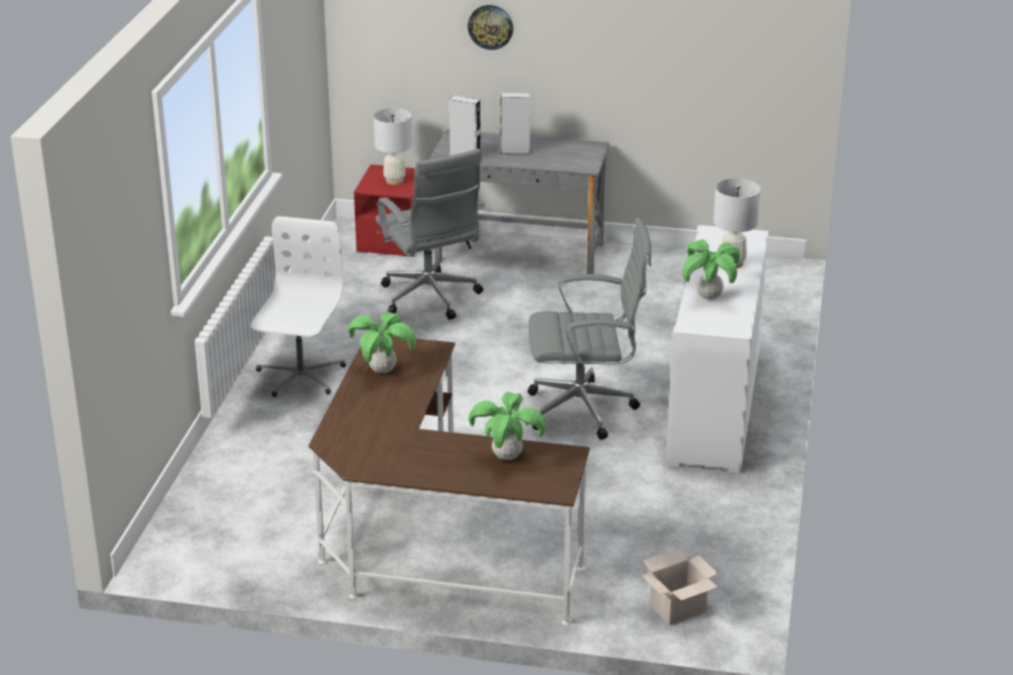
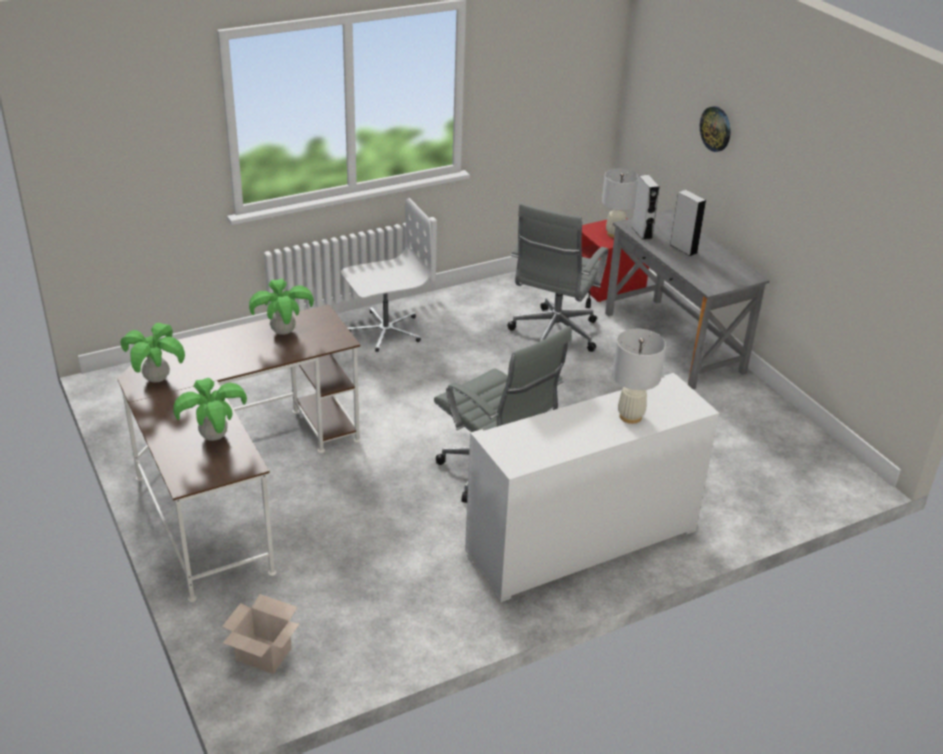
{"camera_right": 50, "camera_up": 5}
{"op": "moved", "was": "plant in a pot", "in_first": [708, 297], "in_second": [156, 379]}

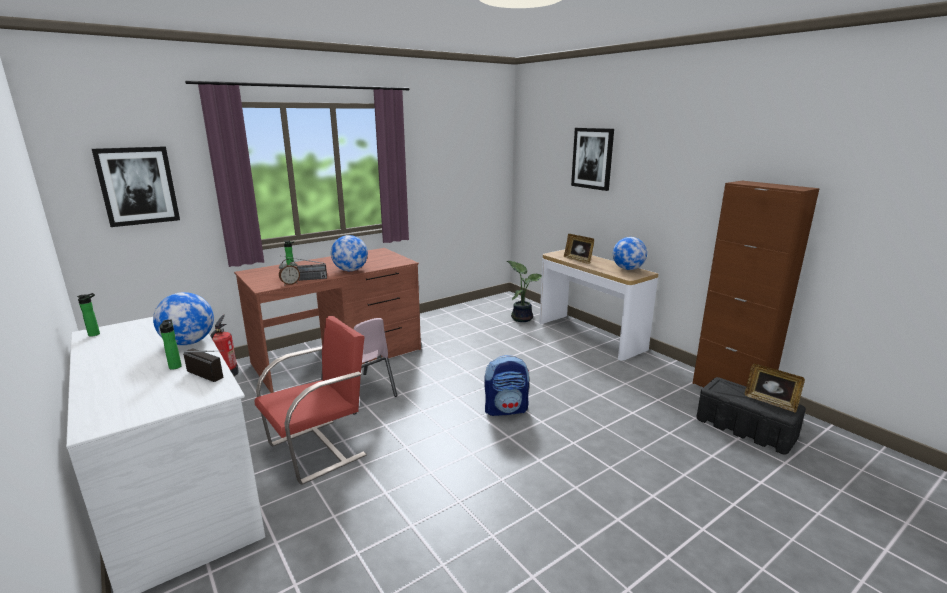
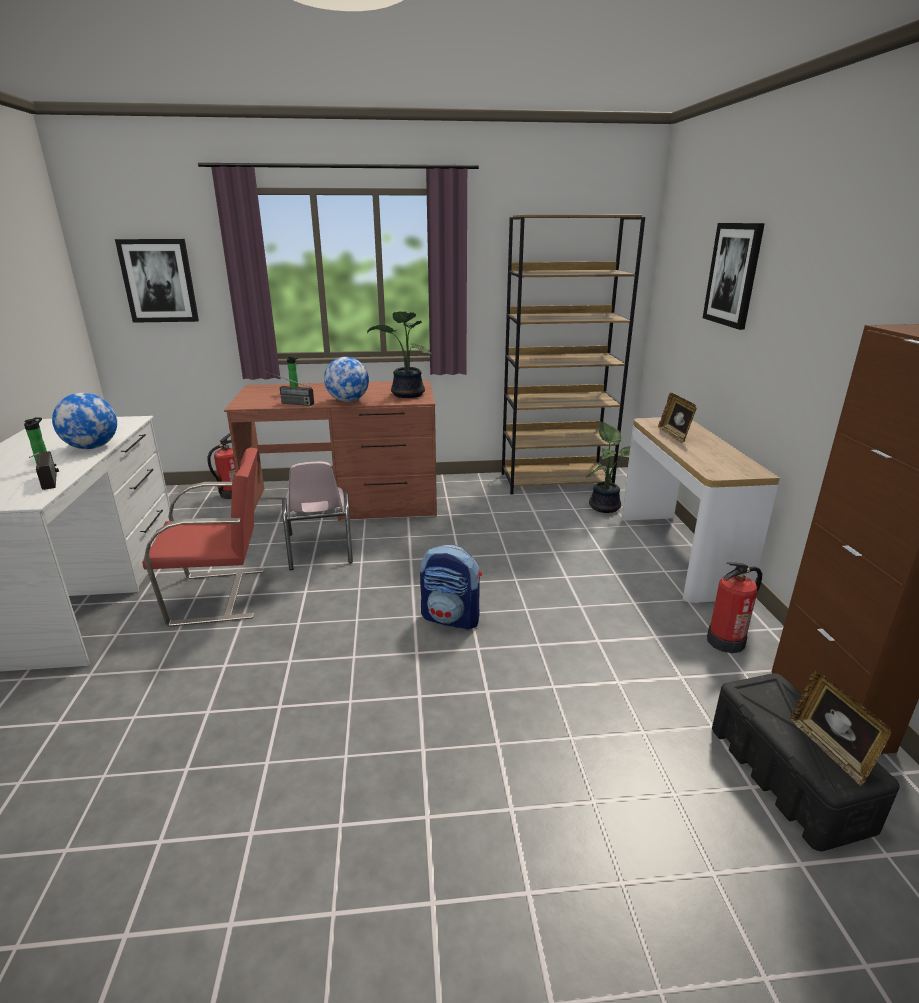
{"camera_right": 30, "camera_up": 5}
{"op": "removed", "was": "drink bottle", "in_first": [96, 334]}
{"op": "removed", "was": "table clock", "in_first": [290, 284]}
{"op": "removed", "was": "desk globe", "in_first": [628, 269]}
{"op": "added", "now": "plant in a pot", "in_second": [406, 395]}
{"op": "added", "now": "shelving unit/brown-coloured", "in_second": [556, 481]}
{"op": "added", "now": "extinguisher", "in_second": [726, 641]}

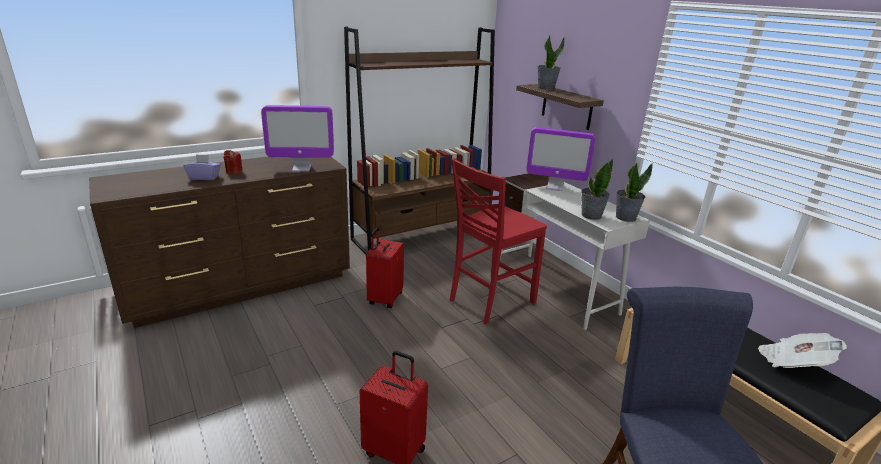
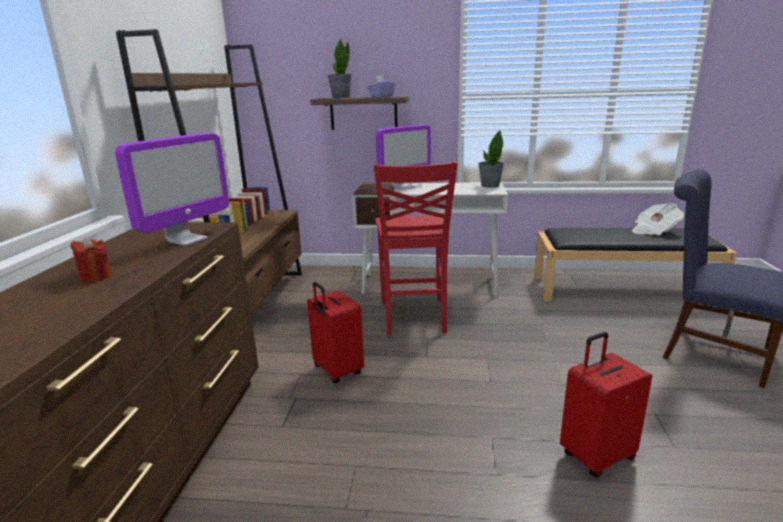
{"camera_right": -50, "camera_up": -5}
{"op": "moved", "was": "tissue box/purplish", "in_first": [204, 177], "in_second": [381, 96]}
{"op": "removed", "was": "plant in a pot", "in_first": [591, 215]}

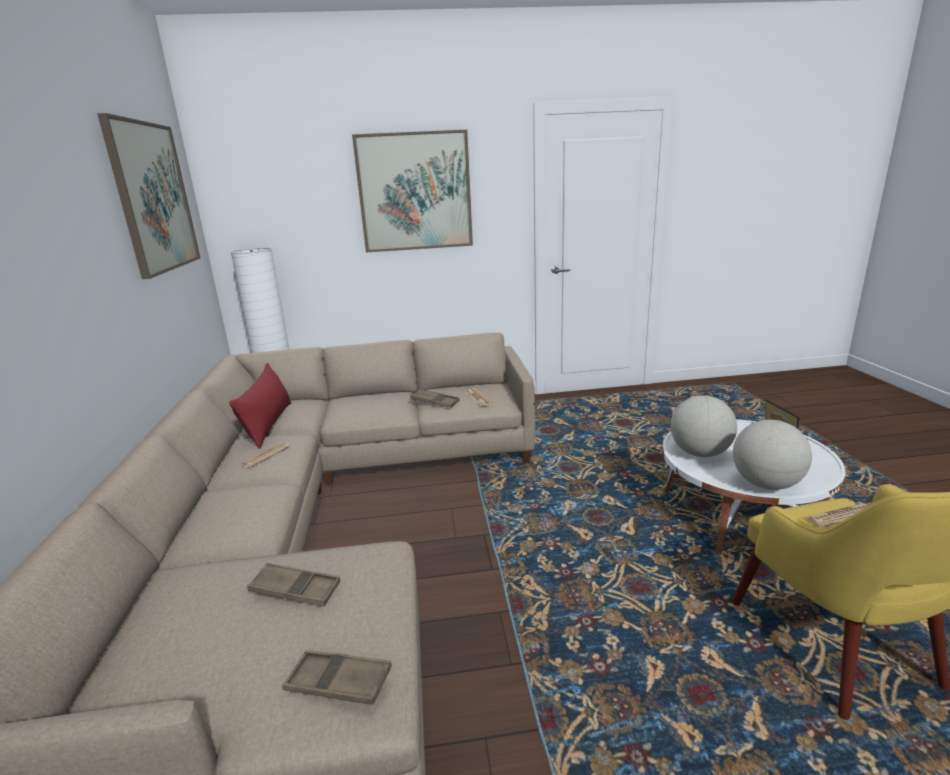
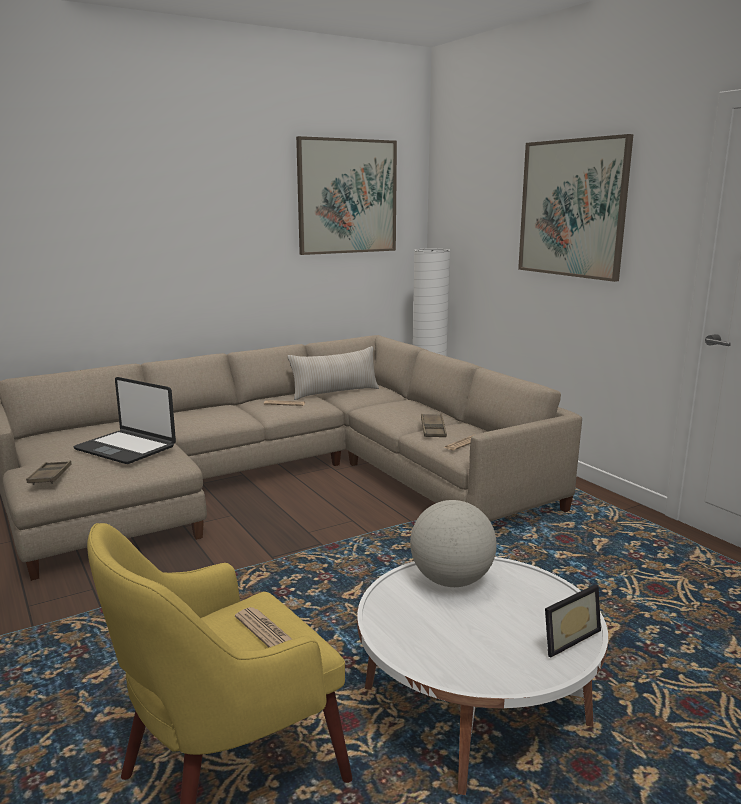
{"camera_right": 65, "camera_up": -5}
{"op": "recoloured", "was": "cushion/red", "now": "cushion/sand-coloured", "in_first": [268, 425], "in_second": [335, 392]}
{"op": "replaced", "was": "serving tray/brown-coloured", "now": "laptop", "in_first": [295, 589], "in_second": [126, 448]}
{"op": "removed", "was": "desk globe", "in_first": [765, 484]}

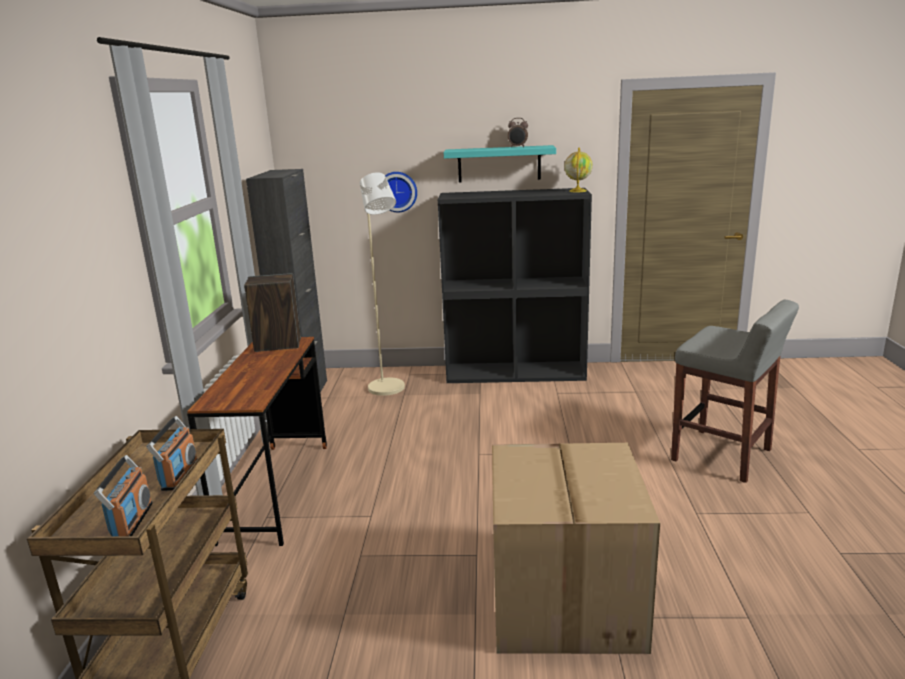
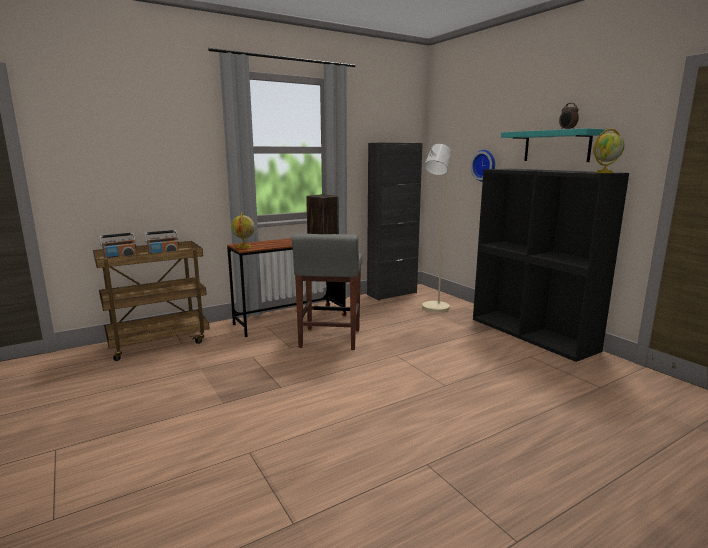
{"camera_right": 55, "camera_up": -5}
{"op": "removed", "was": "carton", "in_first": [562, 598]}
{"op": "moved", "was": "stool/greyish", "in_first": [723, 456], "in_second": [329, 339]}
{"op": "added", "now": "desk globe", "in_second": [244, 247]}

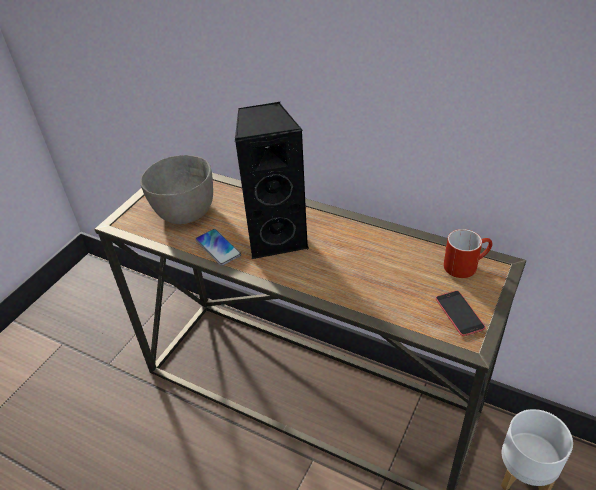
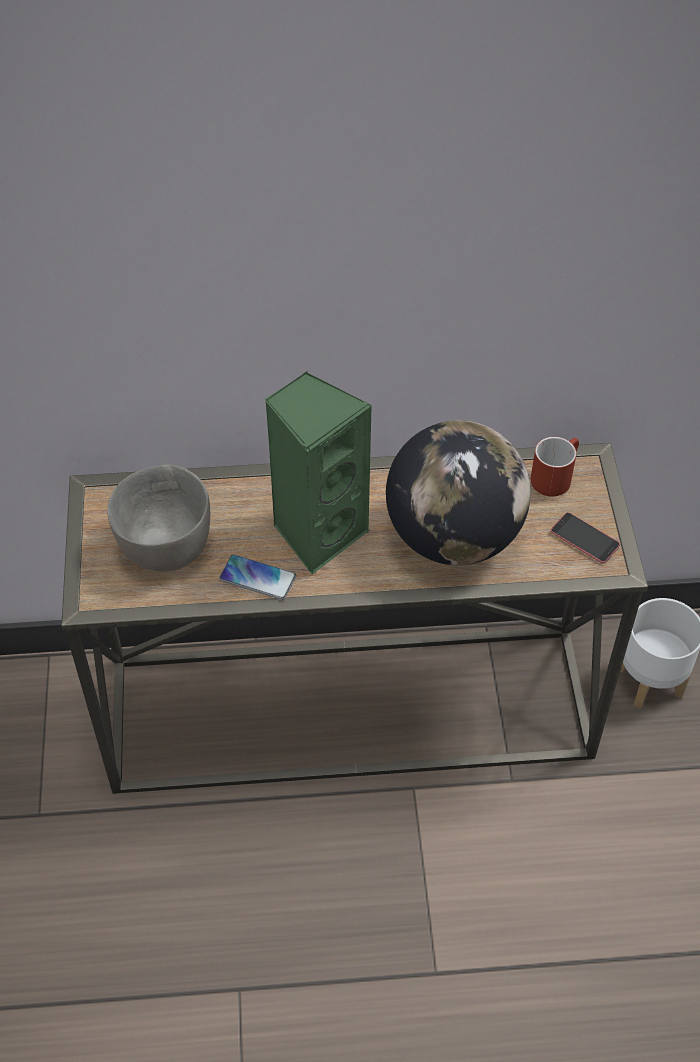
{"camera_right": -35, "camera_up": 10}
{"op": "recoloured", "was": "speaker/blackish", "now": "speaker/green", "in_first": [276, 238], "in_second": [318, 532]}
{"op": "added", "now": "desk globe", "in_second": [453, 537]}

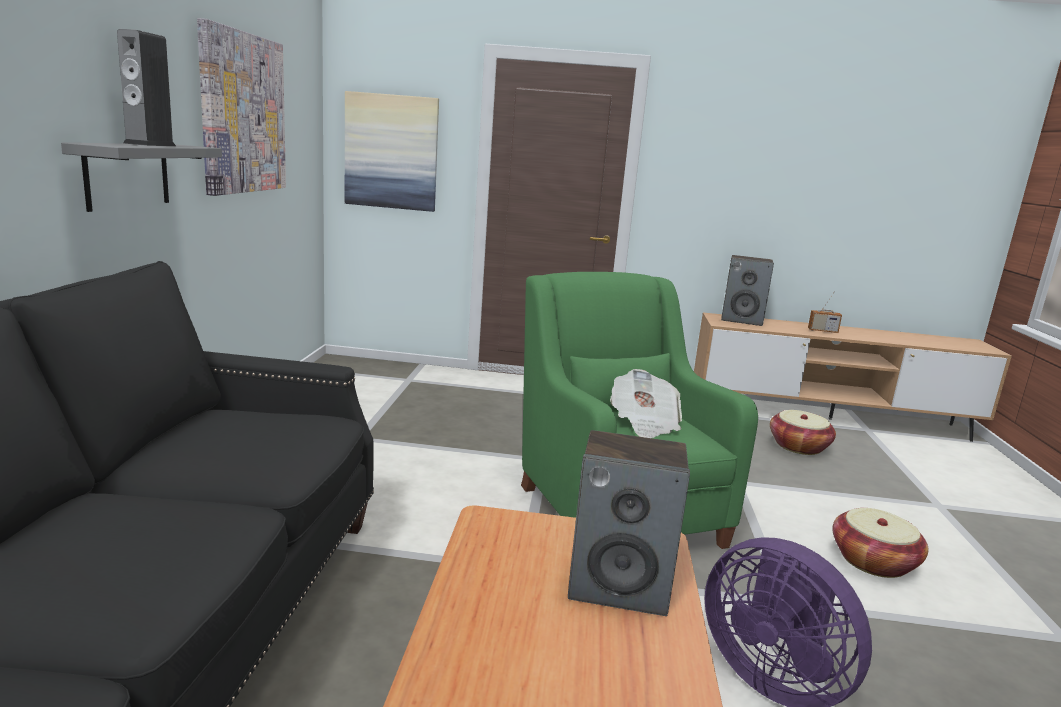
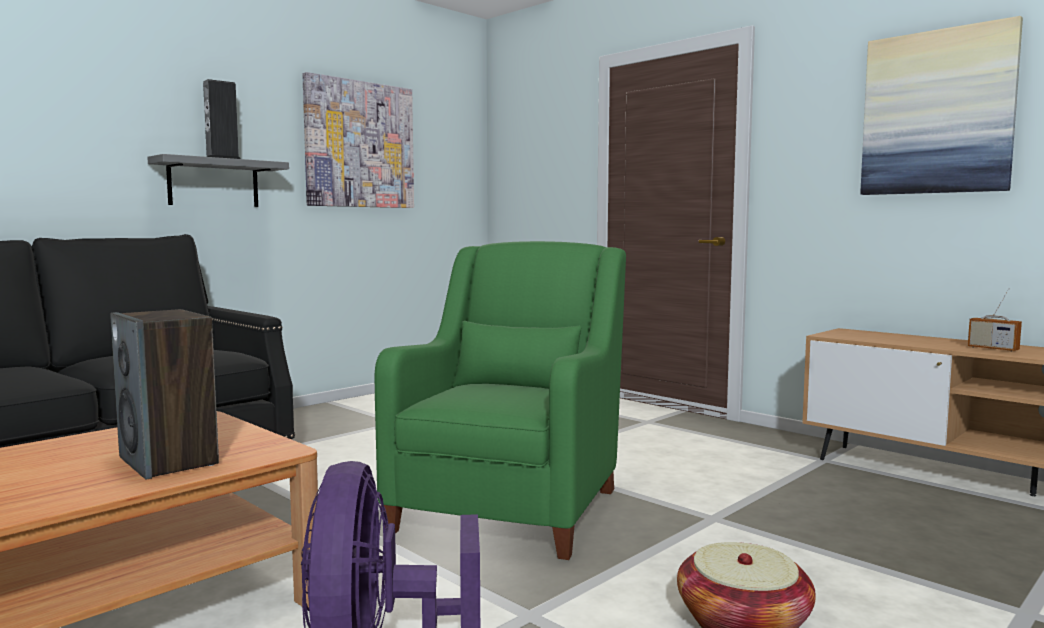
{"camera_right": 40, "camera_up": -10}
{"op": "moved", "was": "wall picture", "in_first": [391, 152], "in_second": [937, 113]}
{"op": "removed", "was": "daily paper", "in_first": [644, 423]}
{"op": "removed", "was": "speaker", "in_first": [742, 320]}
{"op": "removed", "was": "storage basket", "in_first": [798, 446]}

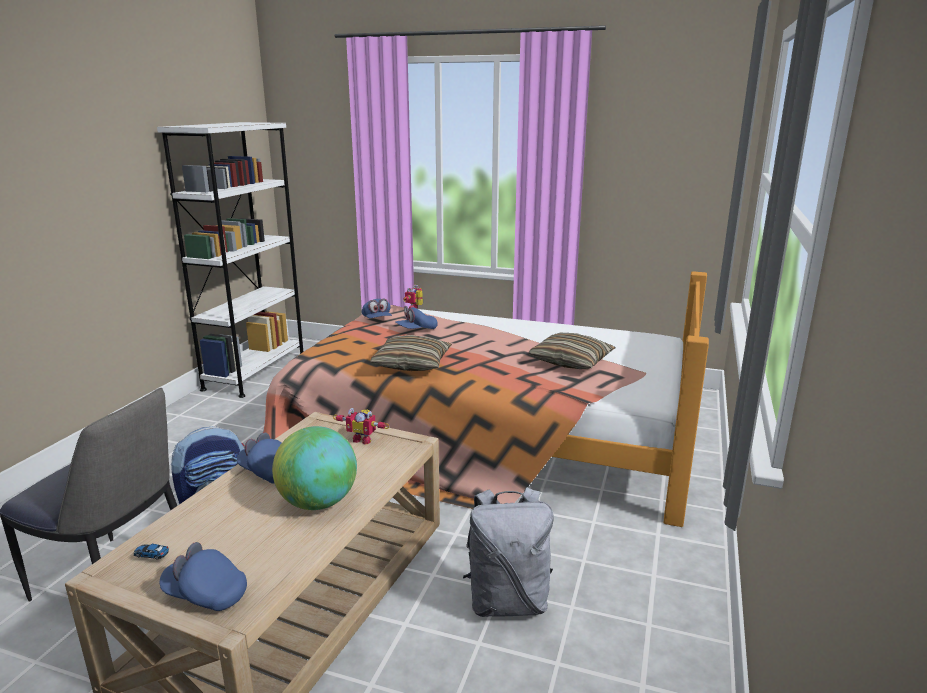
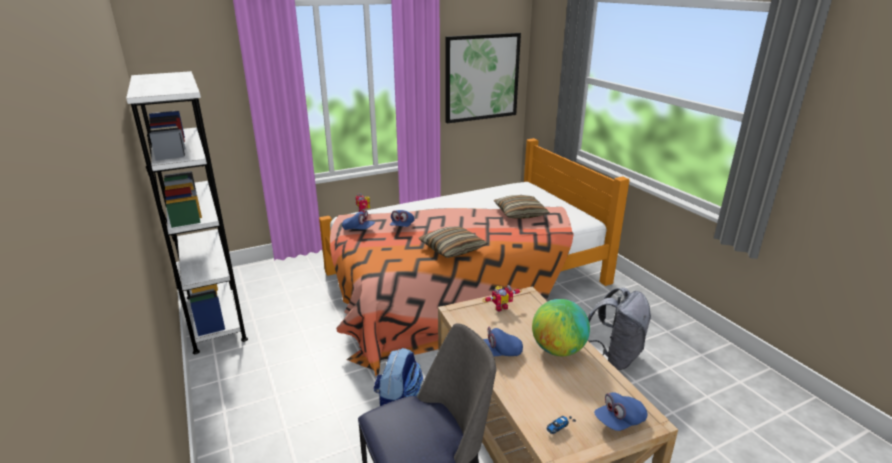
{"camera_right": -45, "camera_up": 5}
{"op": "added", "now": "wall picture", "in_second": [482, 77]}

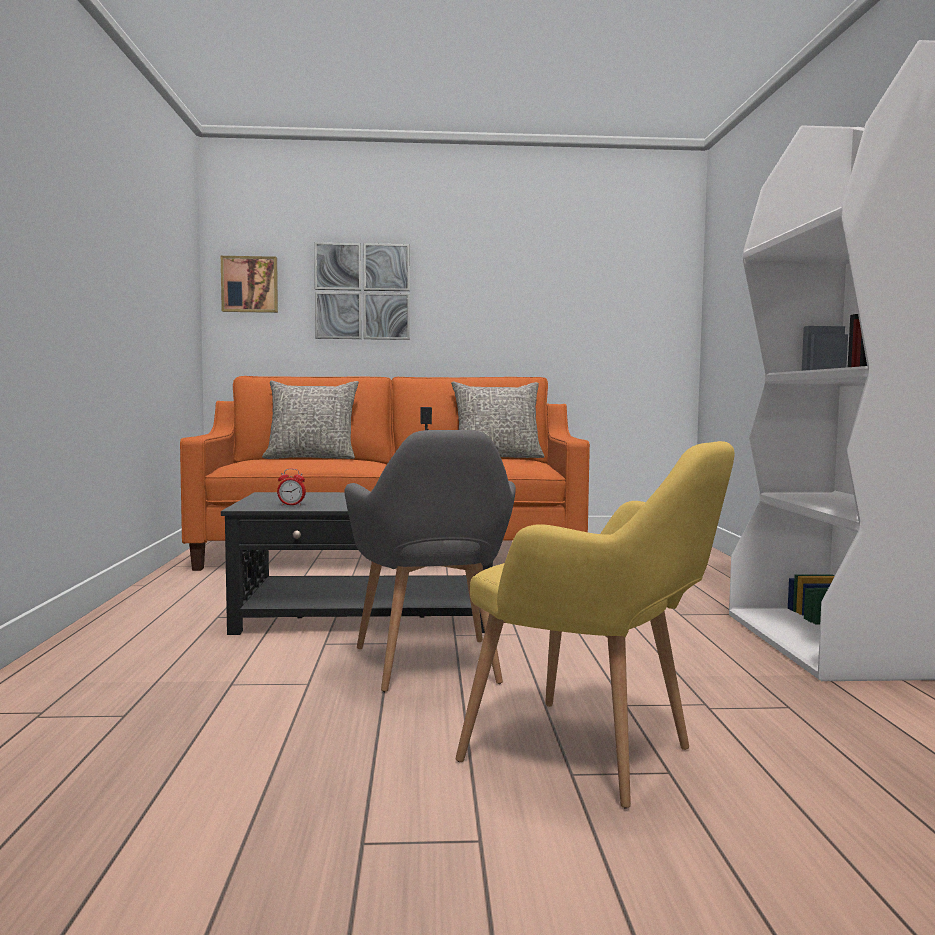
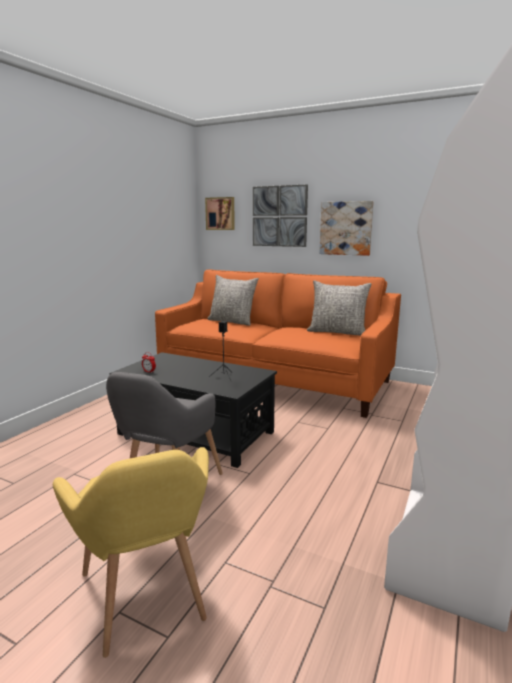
{"camera_right": 30, "camera_up": 10}
{"op": "added", "now": "wall picture", "in_second": [346, 228]}

